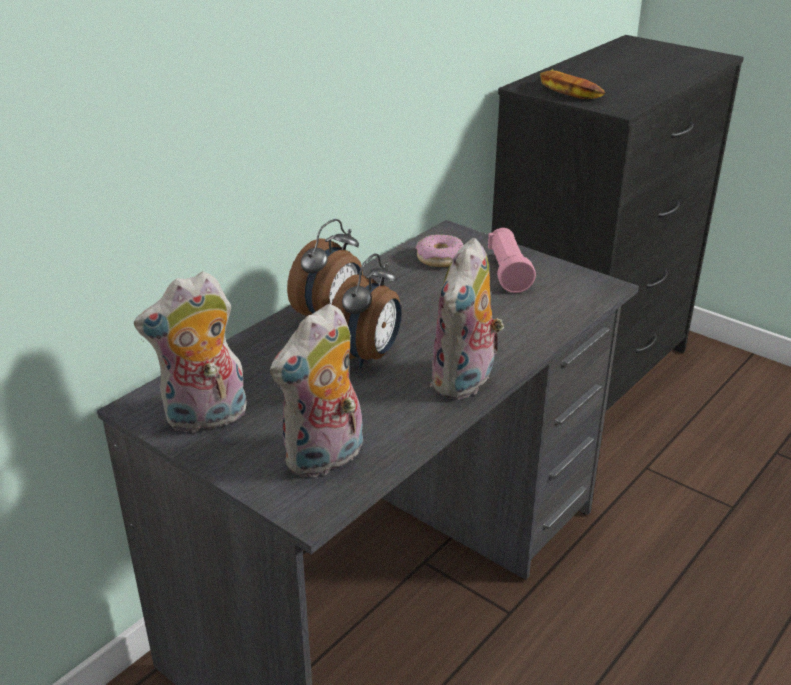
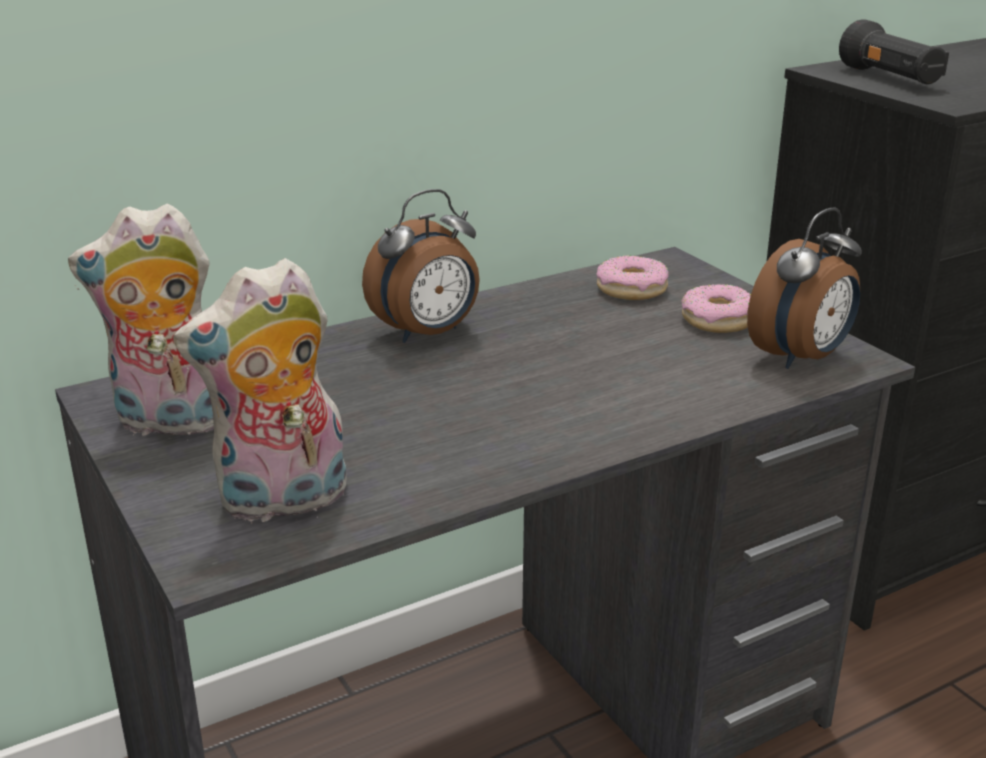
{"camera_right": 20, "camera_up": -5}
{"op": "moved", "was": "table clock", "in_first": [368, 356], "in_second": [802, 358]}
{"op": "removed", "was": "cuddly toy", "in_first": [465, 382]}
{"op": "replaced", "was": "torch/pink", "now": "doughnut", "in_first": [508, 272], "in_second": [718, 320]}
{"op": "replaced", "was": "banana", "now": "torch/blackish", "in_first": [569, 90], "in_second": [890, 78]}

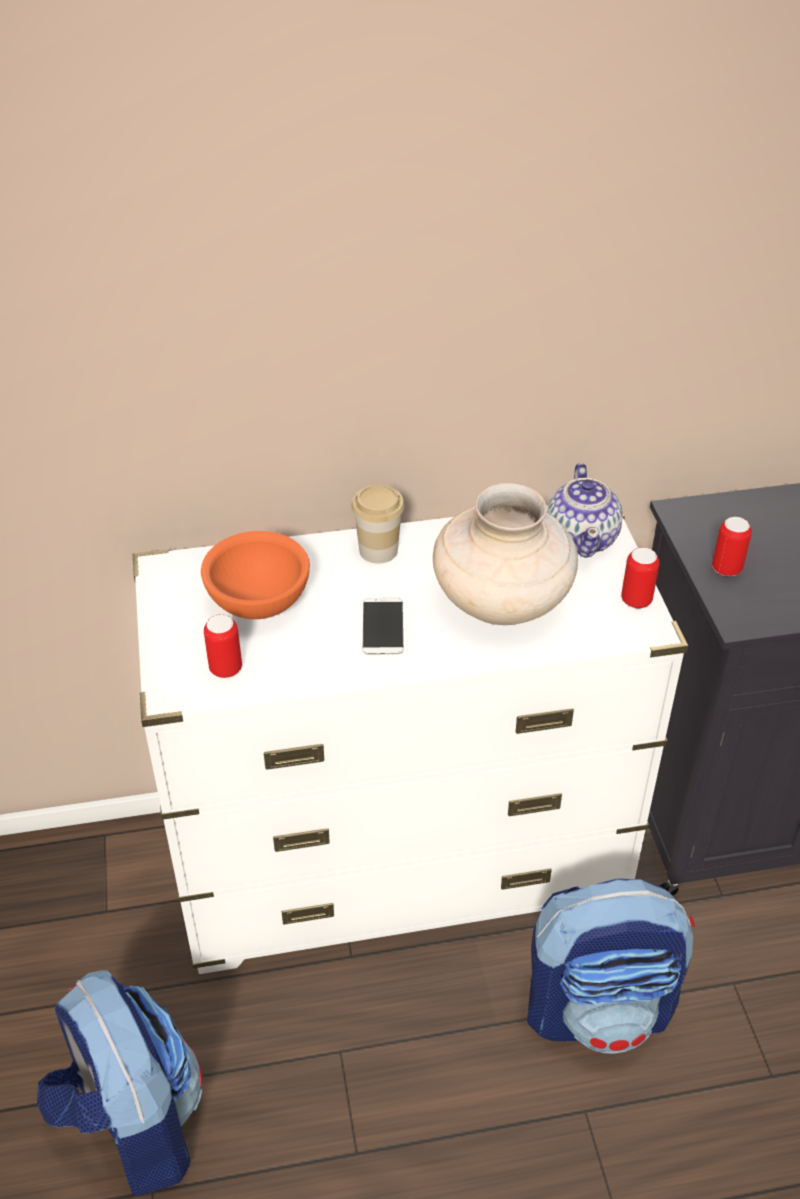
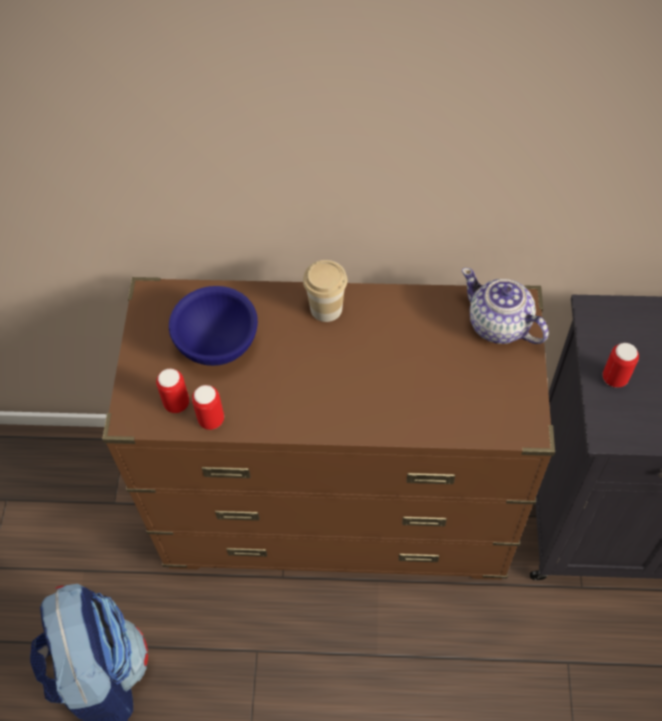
{"camera_right": 15, "camera_up": 15}
{"op": "recoloured", "was": "chest of drawers/white-coloured", "now": "chest of drawers/brown-coloured", "in_first": [400, 863], "in_second": [337, 508]}
{"op": "recoloured", "was": "bowl/orange", "now": "bowl/bluish", "in_first": [258, 604], "in_second": [216, 345]}
{"op": "removed", "was": "handset", "in_first": [383, 627]}
{"op": "removed", "was": "vase/sand-coloured", "in_first": [502, 604]}
{"op": "removed", "was": "rucksack", "in_first": [600, 1008]}
{"op": "turned", "was": "teapot", "in_first": [582, 538], "in_second": [499, 326], "clockwise": 120}
{"op": "moved", "was": "can", "in_first": [636, 600], "in_second": [211, 419]}

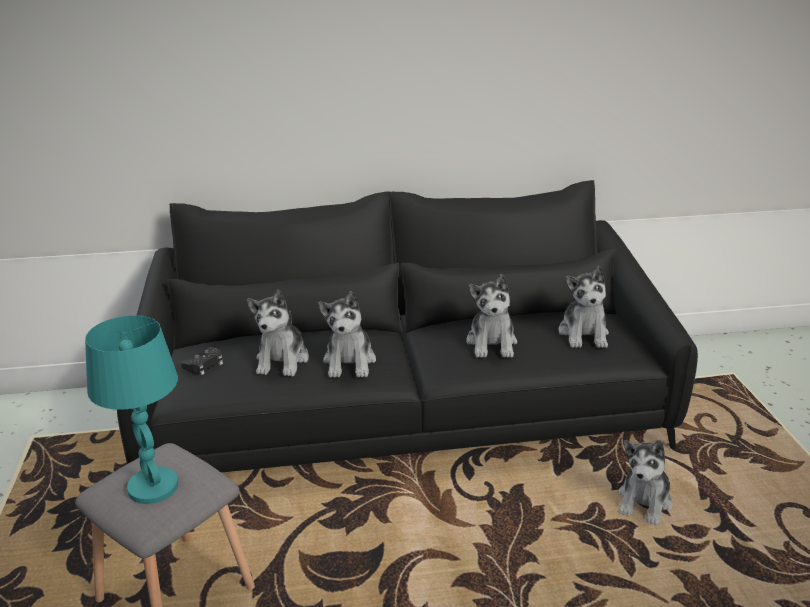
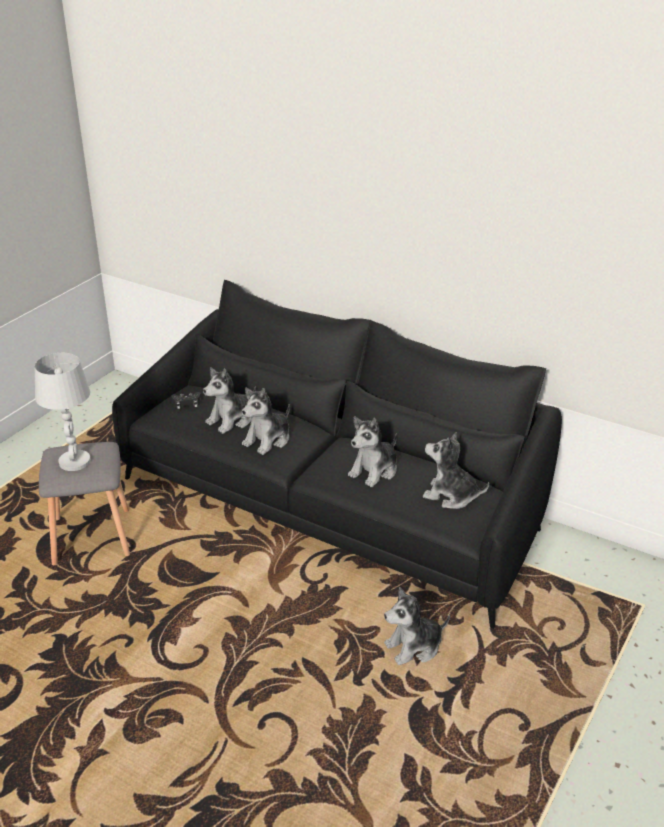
{"camera_right": 40, "camera_up": 5}
{"op": "recoloured", "was": "lamp for a table/turquoise", "now": "lamp for a table/white-coloured", "in_first": [153, 487], "in_second": [75, 462]}
{"op": "turned", "was": "cuddly toy", "in_first": [583, 334], "in_second": [451, 496], "clockwise": 75}

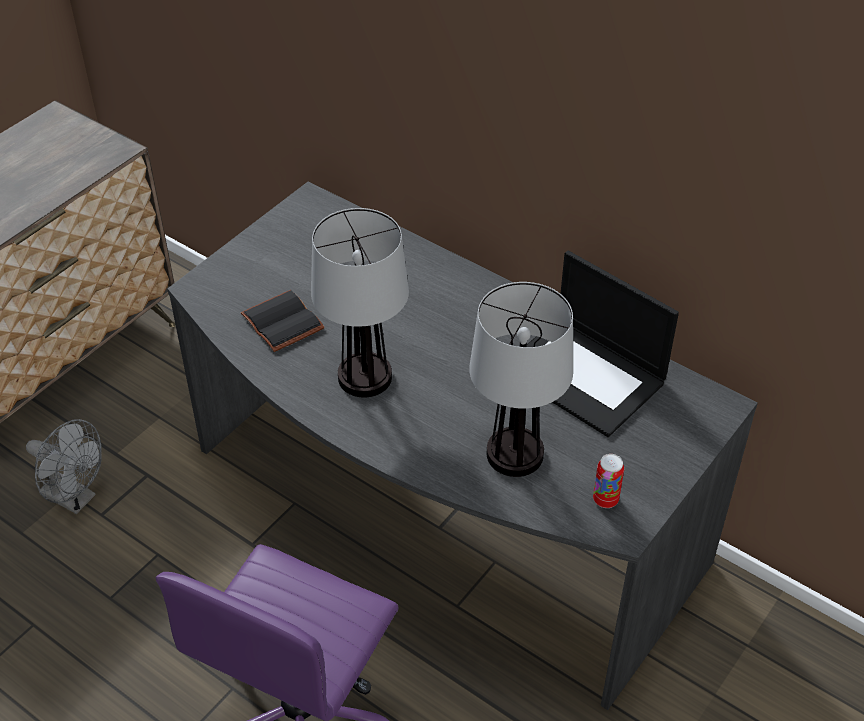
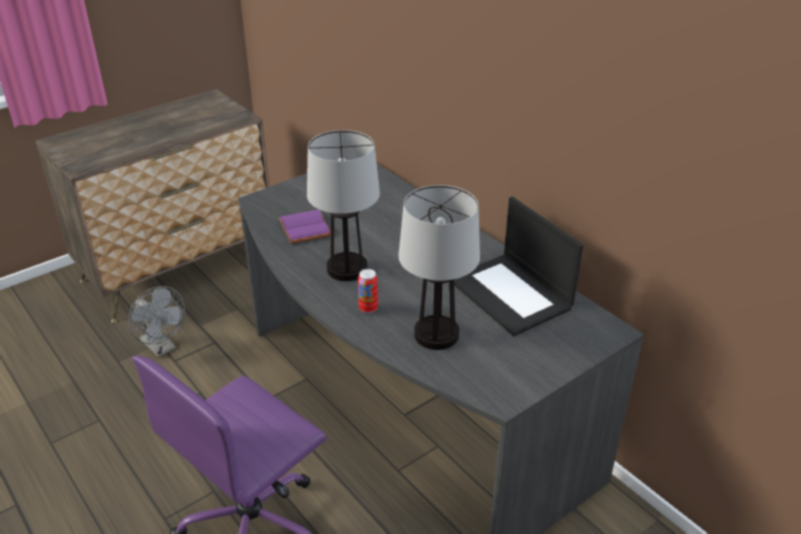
{"camera_right": 15, "camera_up": -10}
{"op": "recoloured", "was": "volume/blackish", "now": "volume/purplish", "in_first": [285, 322], "in_second": [306, 228]}
{"op": "moved", "was": "can", "in_first": [605, 500], "in_second": [368, 308]}

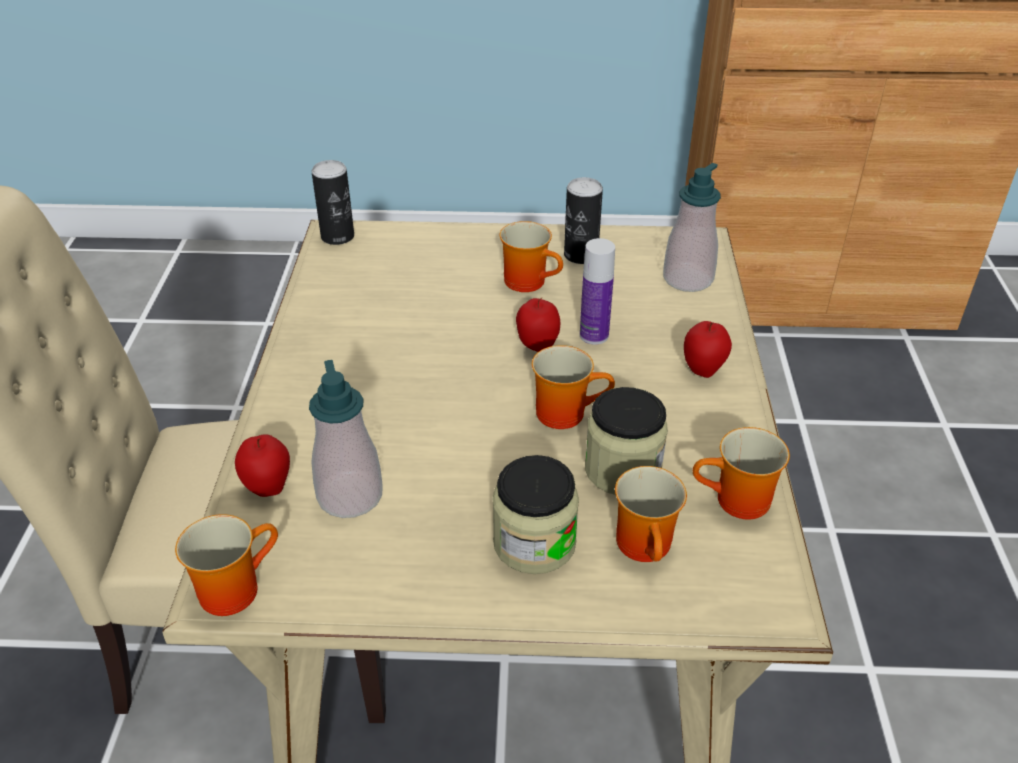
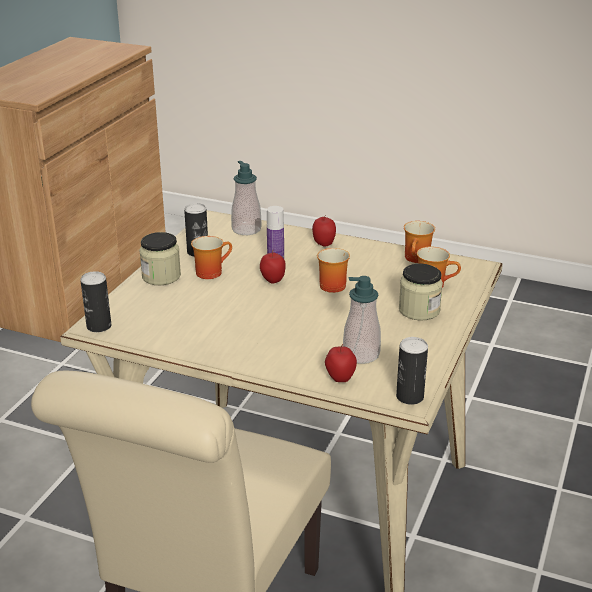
{"camera_right": -70, "camera_up": -10}
{"op": "replaced", "was": "tea mug", "now": "can", "in_first": [233, 586], "in_second": [410, 397]}
{"op": "moved", "was": "preserve jar", "in_first": [622, 470], "in_second": [161, 276]}

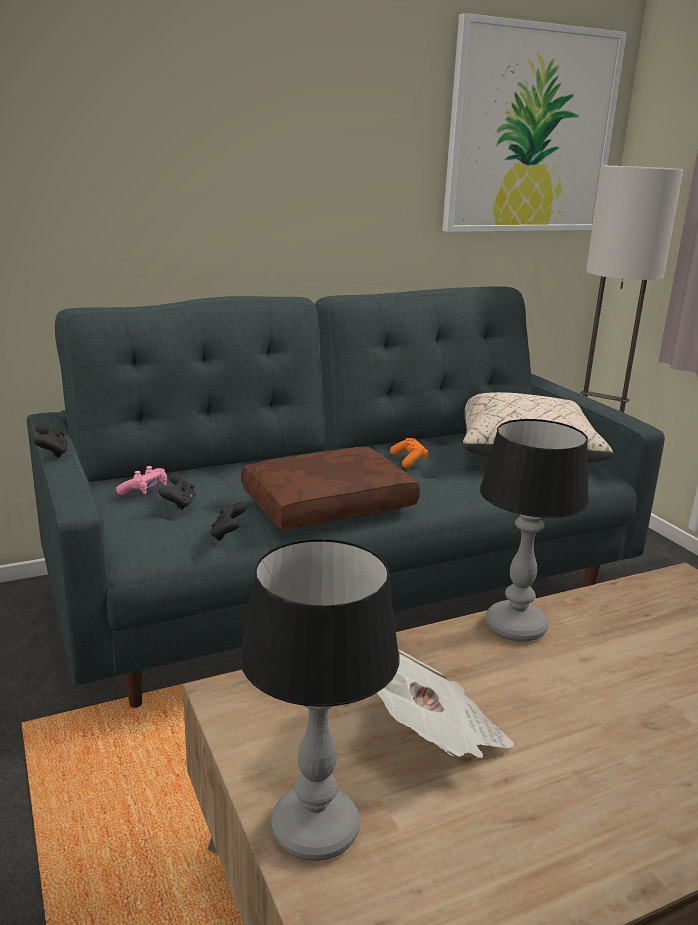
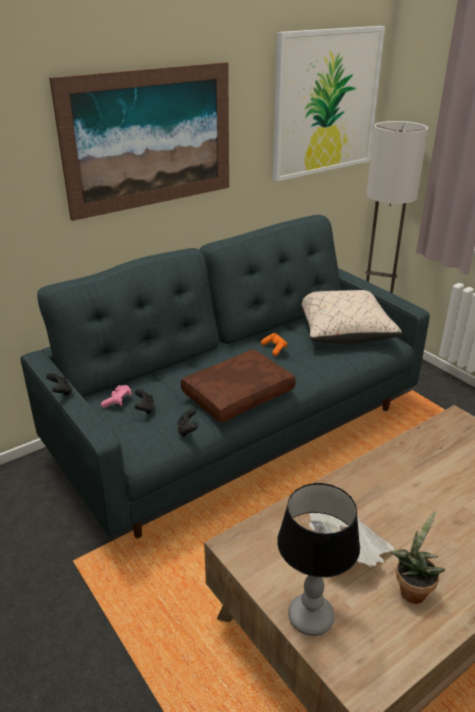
{"camera_right": -10, "camera_up": 10}
{"op": "removed", "was": "lamp for a table", "in_first": [517, 627]}
{"op": "added", "now": "wall picture", "in_second": [149, 139]}
{"op": "added", "now": "plant in a pot", "in_second": [411, 589]}

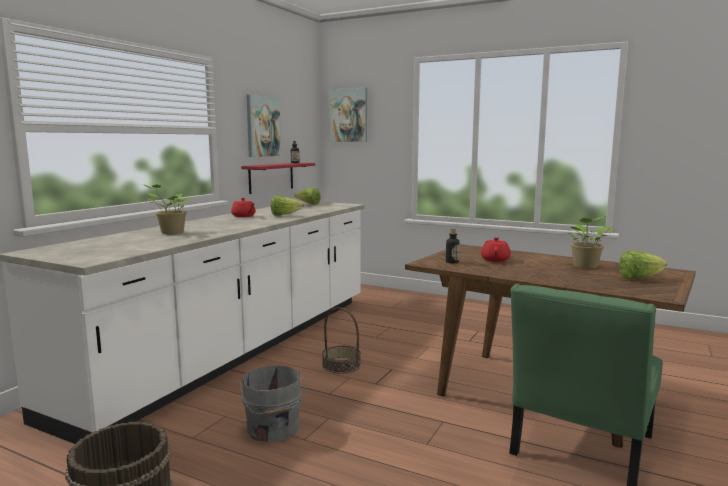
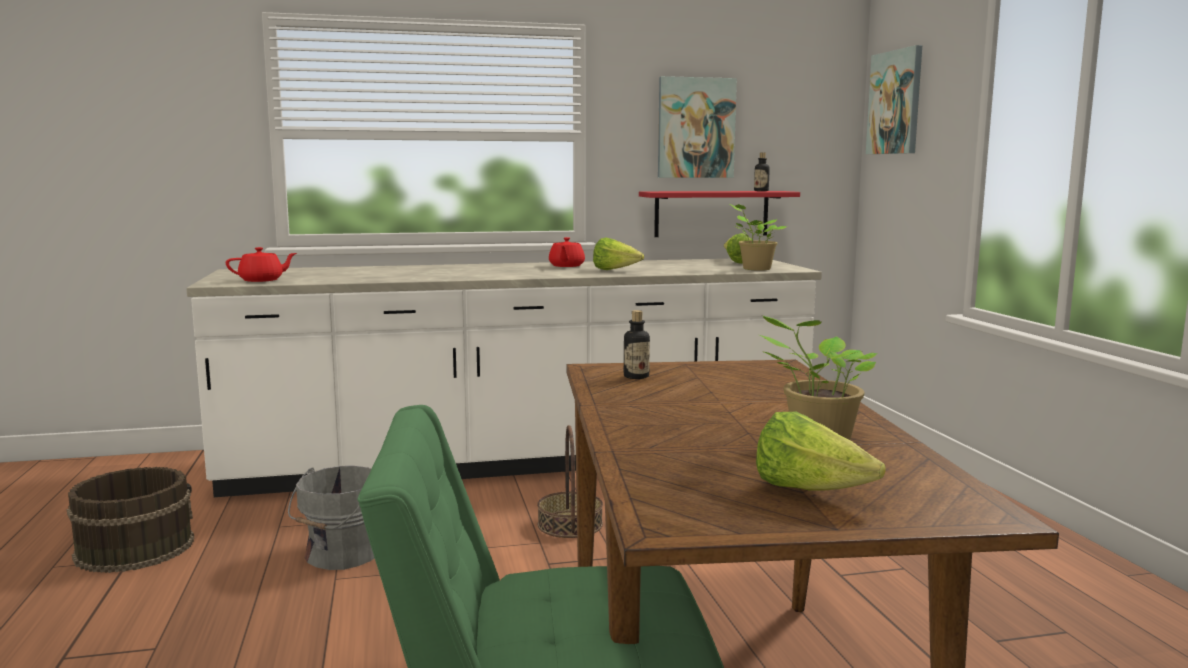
{"camera_right": 50, "camera_up": 0}
{"op": "moved", "was": "plant in a pot", "in_first": [170, 233], "in_second": [754, 269]}
{"op": "moved", "was": "teapot/red", "in_first": [495, 259], "in_second": [262, 280]}

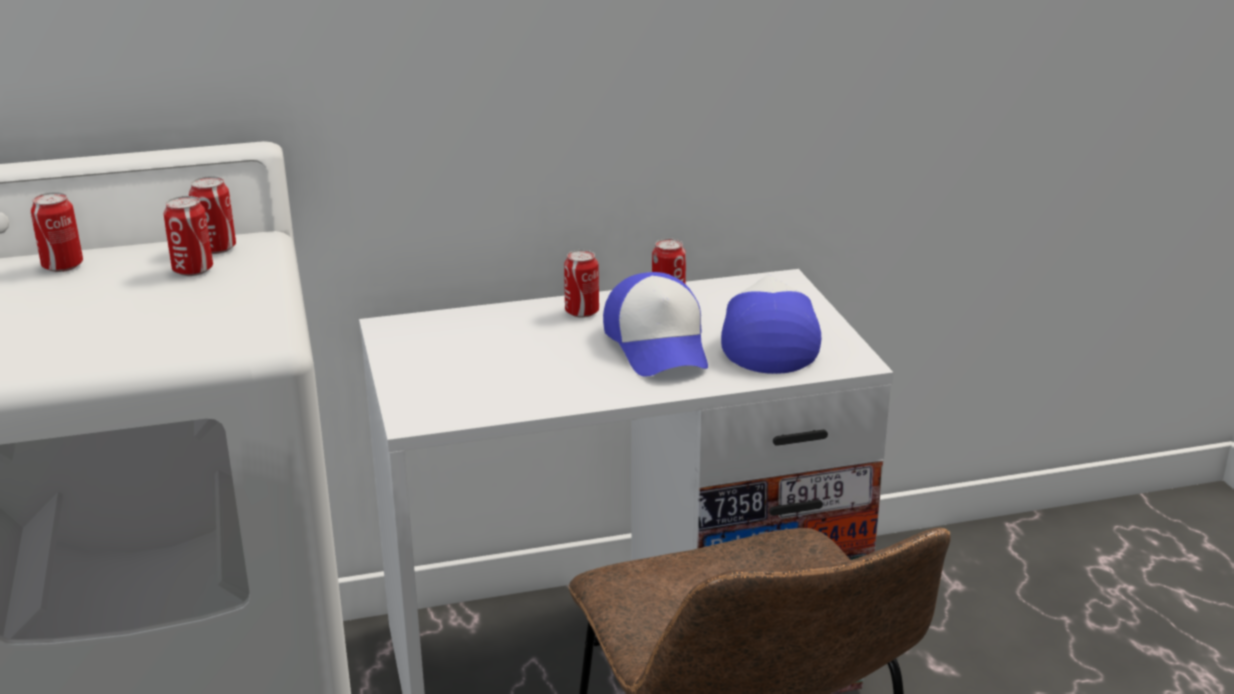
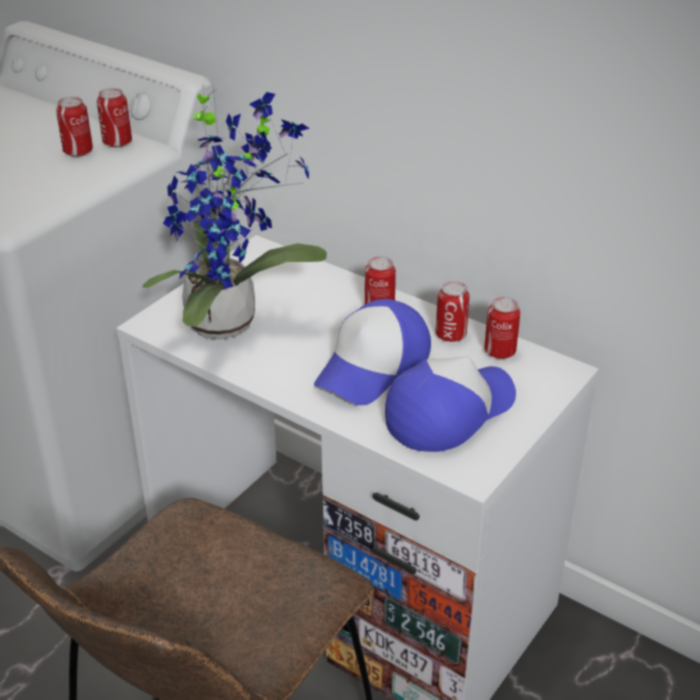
{"camera_right": 50, "camera_up": 10}
{"op": "moved", "was": "can", "in_first": [63, 266], "in_second": [499, 351]}
{"op": "added", "now": "plant in a pot", "in_second": [231, 321]}

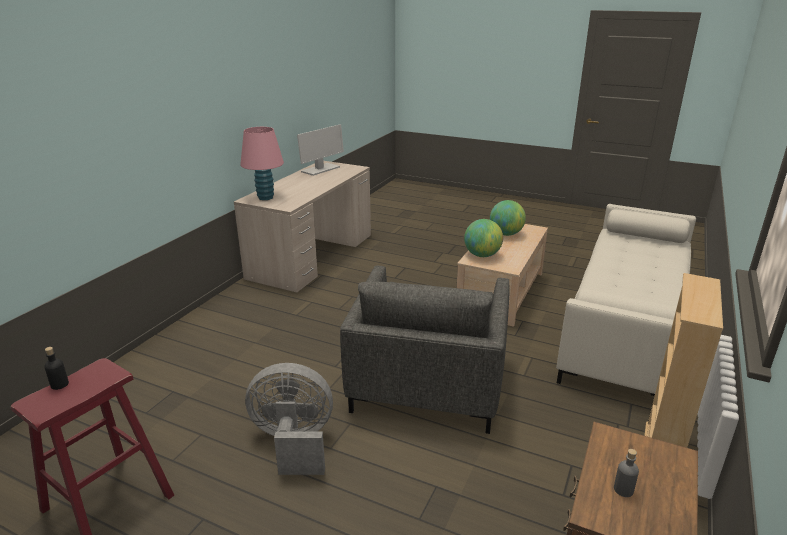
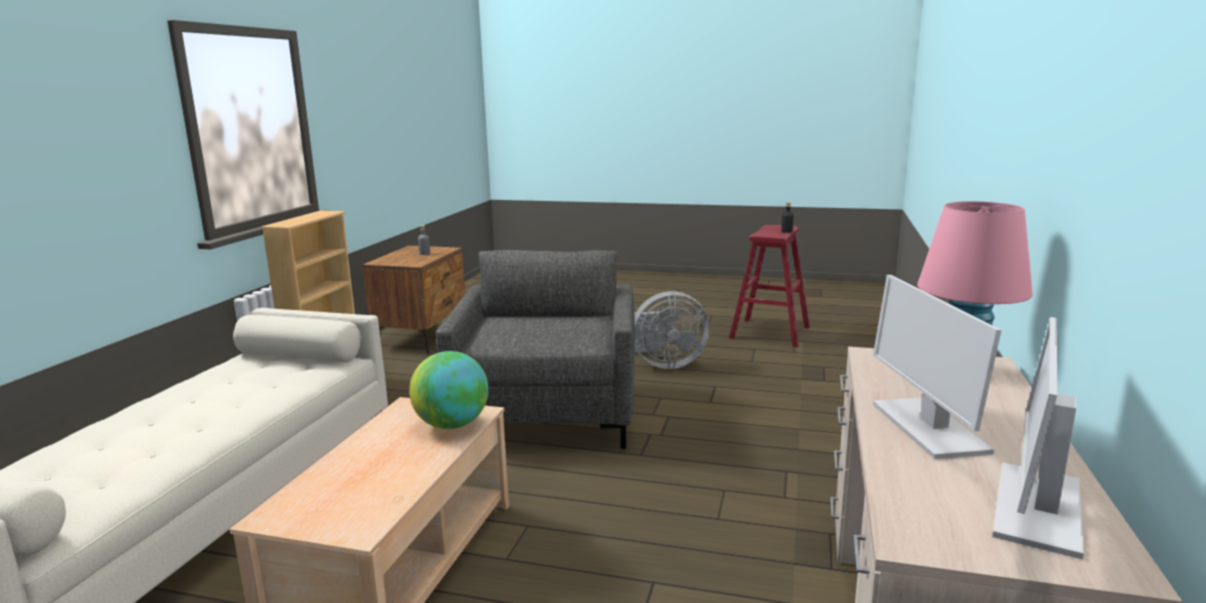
{"camera_right": 170, "camera_up": -10}
{"op": "removed", "was": "desk globe", "in_first": [506, 234]}
{"op": "added", "now": "computer display", "in_second": [927, 427]}

